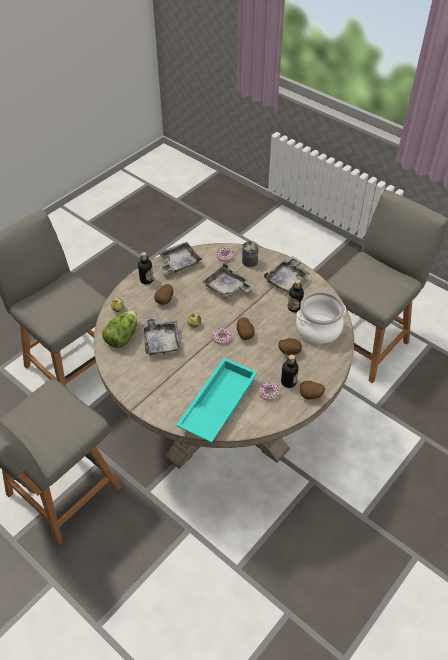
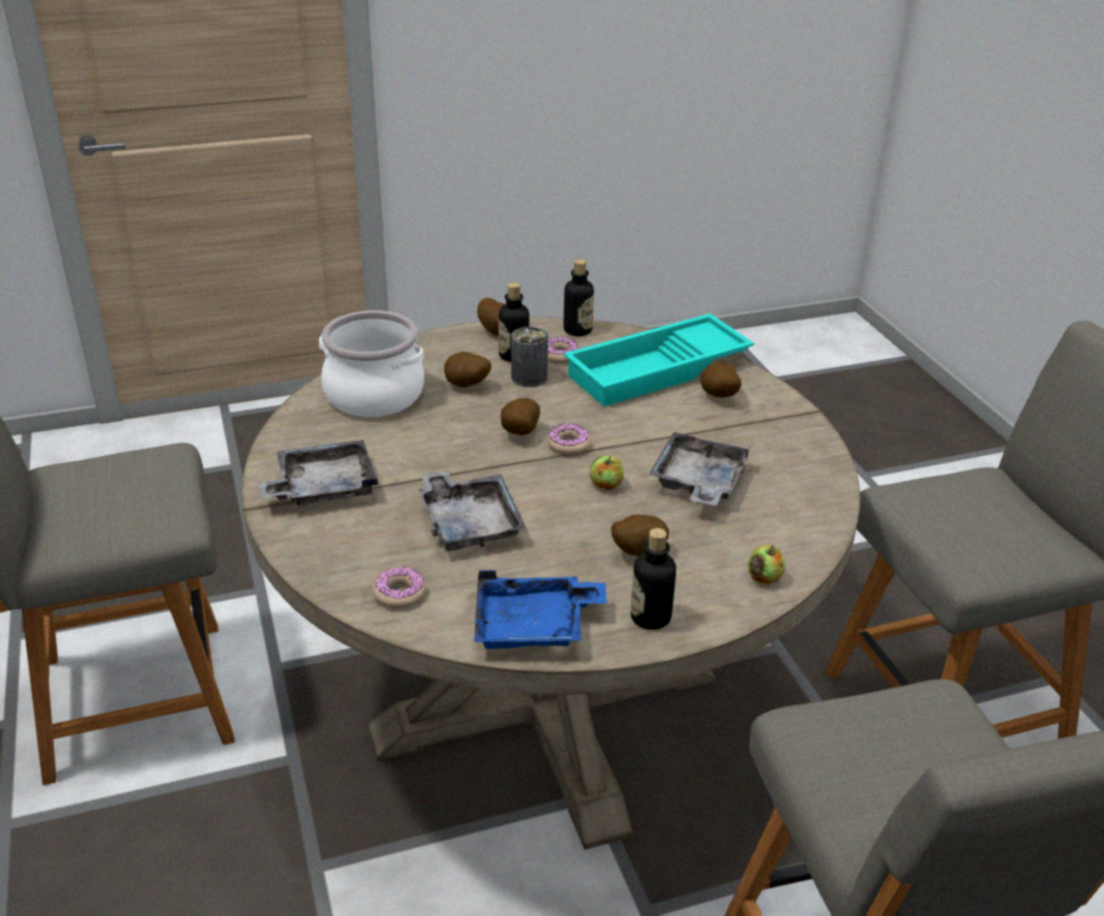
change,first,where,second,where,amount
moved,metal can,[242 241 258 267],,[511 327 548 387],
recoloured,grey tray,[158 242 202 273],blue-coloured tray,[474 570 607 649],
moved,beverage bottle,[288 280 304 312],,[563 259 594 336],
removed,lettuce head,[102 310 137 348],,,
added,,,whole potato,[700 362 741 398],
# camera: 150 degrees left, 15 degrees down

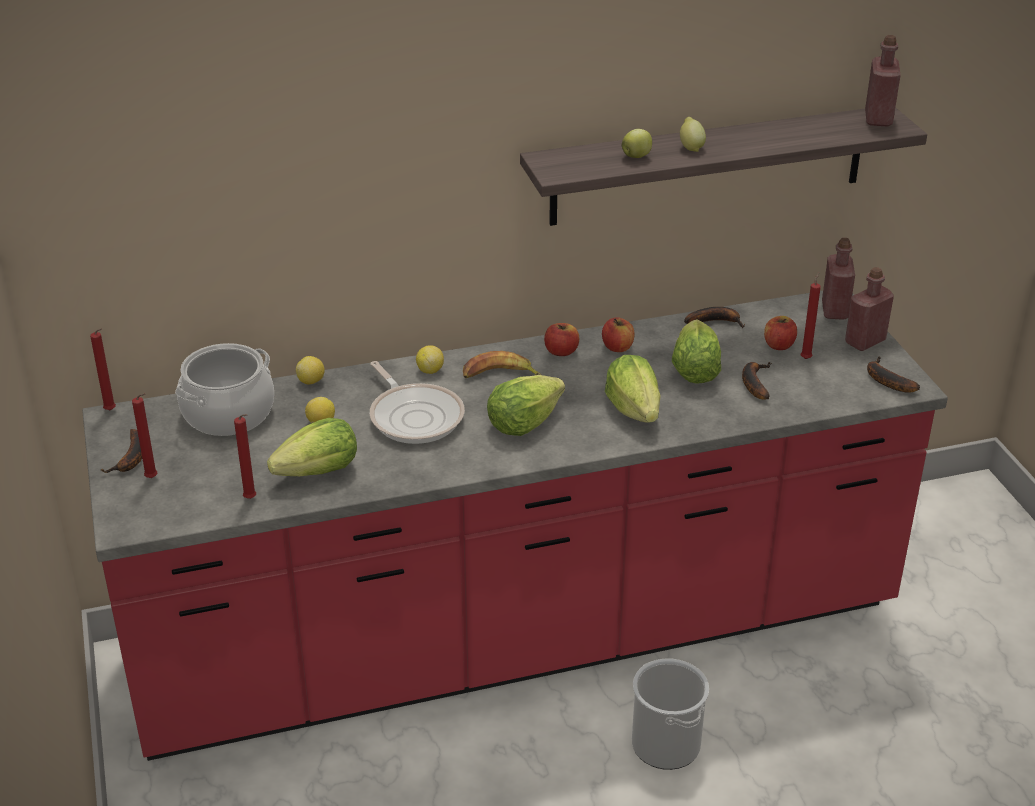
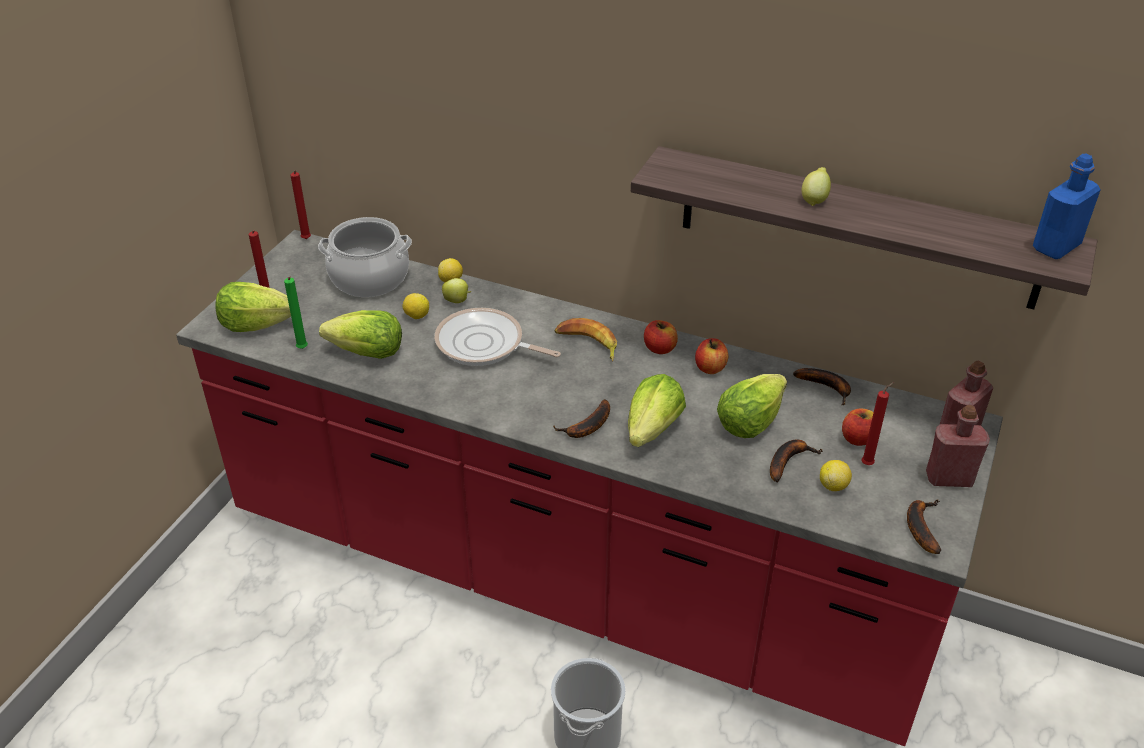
change,first,where,second,where,amount
recoloured,red-coloured beverage bottle,[865 35 901 126],blue-coloured beverage bottle,[1033 154 1100 259],
moved,whole apple,[622 129 652 158],,[442 278 471 303],
moved,lemon,[416 345 444 374],,[820 460 852 491],
turned,frying pan,[370 361 465 444],,[435 308 561 366],105 degrees clockwise
moved,lettuce head,[487 375 565 436],,[215 282 291 332],
recoloured,red-coloured wax candle,[234 414 256 499],greenish wax candle,[284 277 308 349],
moved,whole banana,[101 429 142 473],,[553 399 610 438],
# camera: 40 degrees right, 5 degrees up

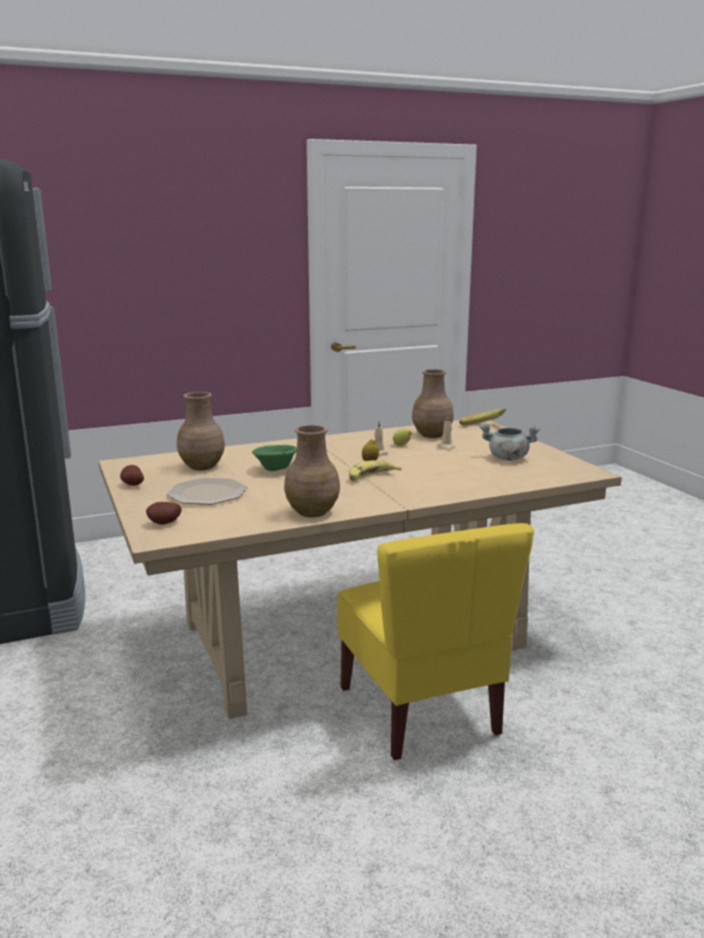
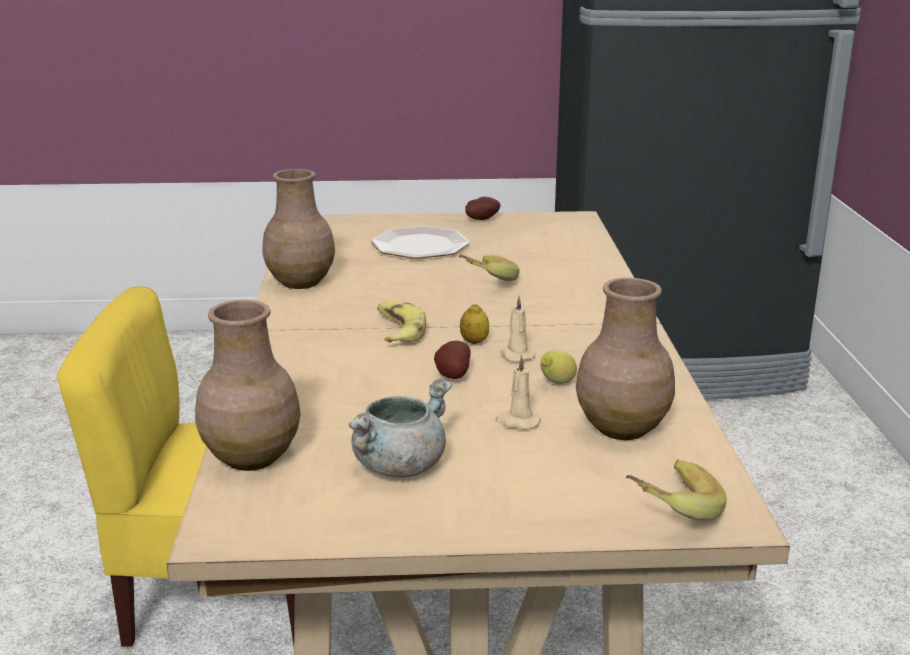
change,first,where,second,where,amount
moved,brown-coloured decorative vase,[177 392 225 470],,[195 300 300 471],
replaced,greenish serving bowl,[252 445 297 471],whole banana,[459 255 519 281],
moved,whole potato,[146 502 182 525],,[434 341 471 379],
# camera: 110 degrees right, 5 degrees up

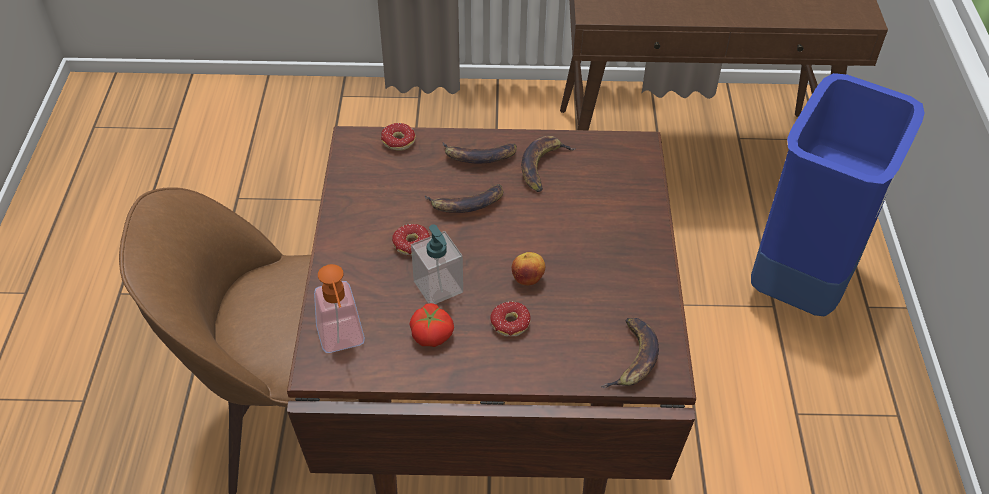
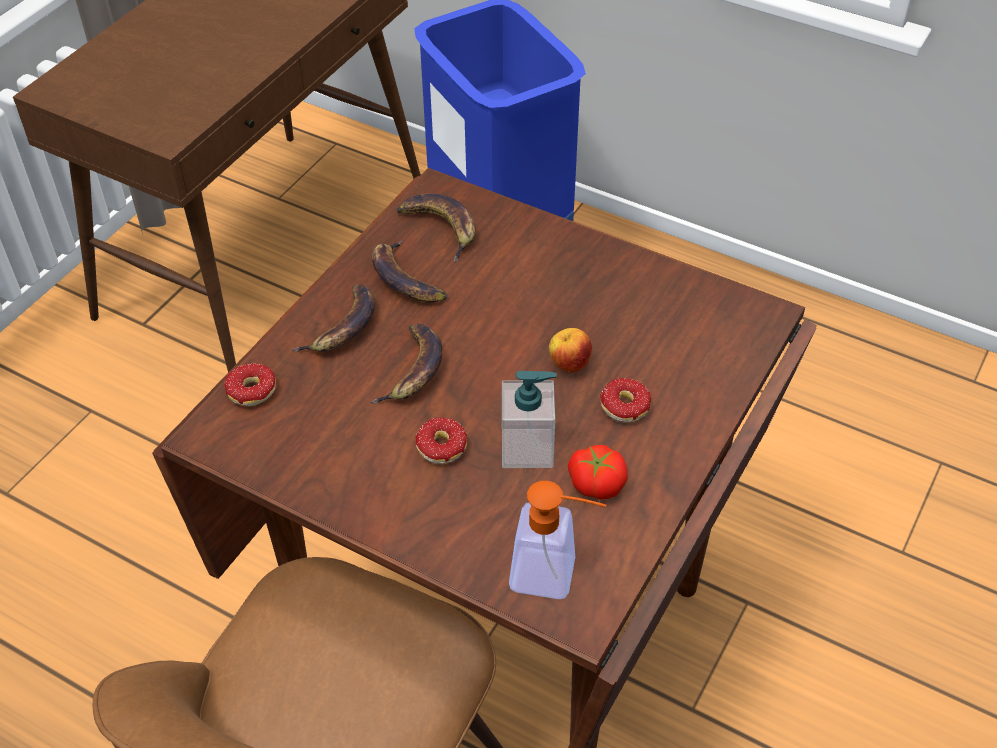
change,first,where,second,where,amount
moved,whole banana,[600 318 659 388],,[396 194 476 262],
# camera: 60 degrees left, 0 degrees up

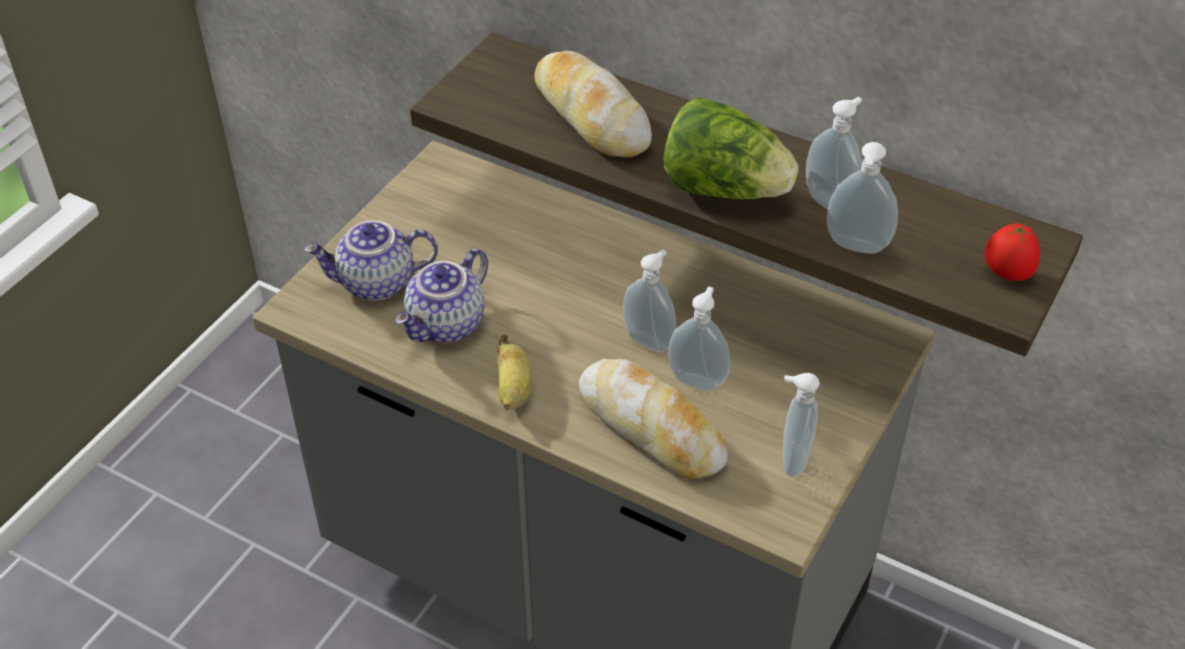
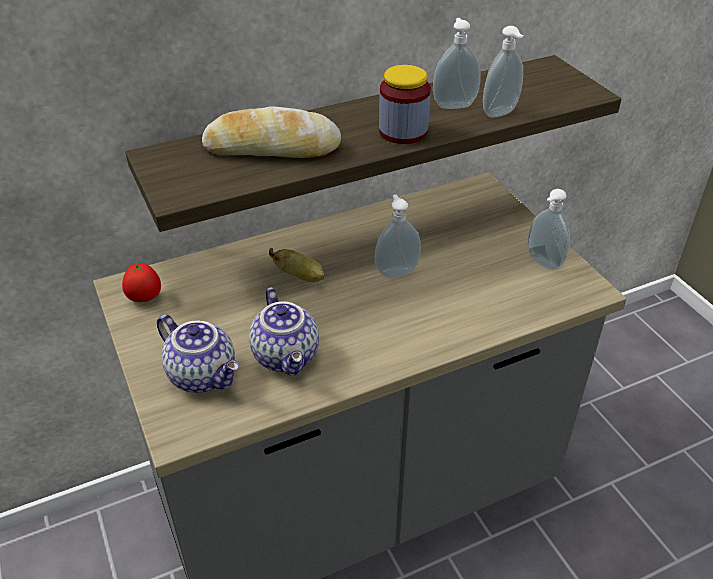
change,first,where,second,where,amount
replaced,lettuce head,[663 97 799 199],preserve jar,[379 65 431 144],
turned,pot for tea,[304 220 438 301],,[157 314 239 393],75 degrees counterclockwise
moved,tomato,[985 224 1040 281],,[122 262 161 302],
removed,soap dispenser,[668 287 730 390],,,
moved,whole banana,[497 335 531 410],,[269 248 325 282],
removed,baked bread,[579 359 728 479],,,
# camera: 55 degrees left, 5 degrees down

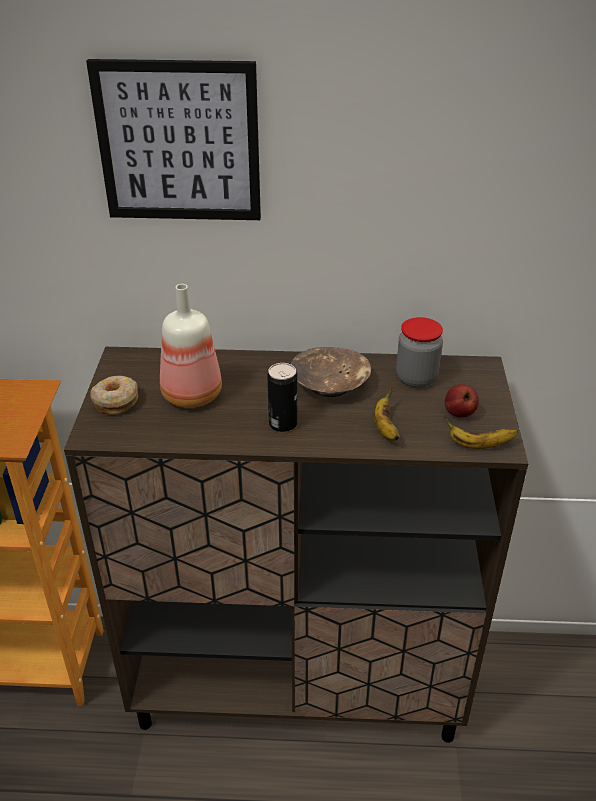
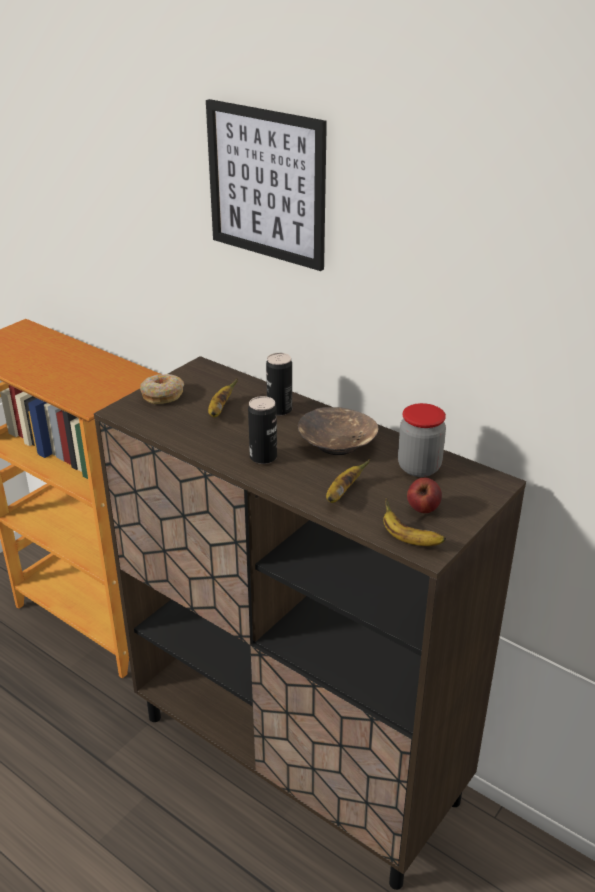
change,first,where,second,where,amount
replaced,beverage bottle,[160 284 222 408],whole banana,[208 378 238 418],
added,,,metal can,[266 353 292 416],
# camera: 35 degrees right, 5 degrees down

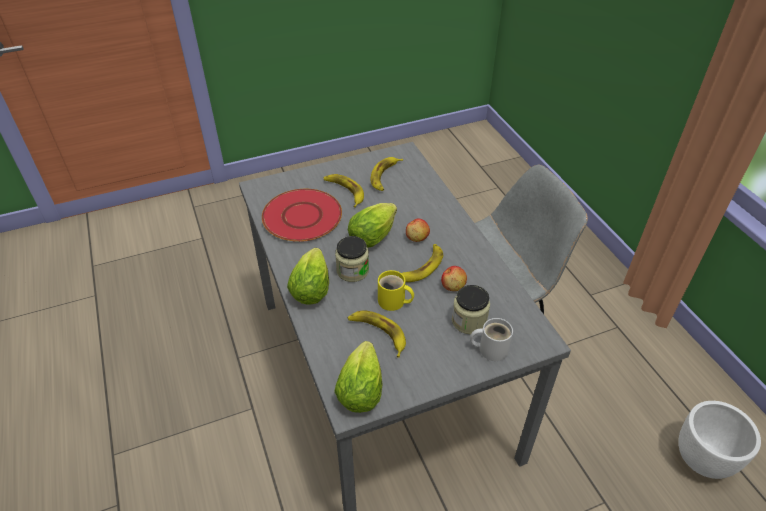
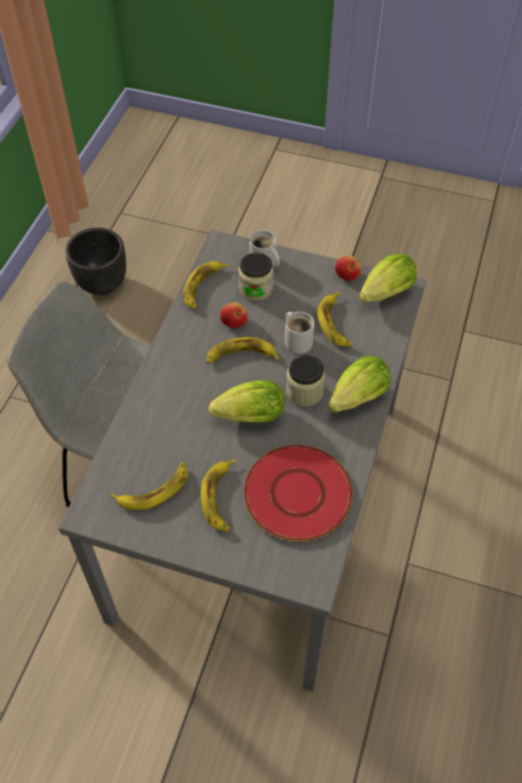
change,first,where,second,where,amount
moved,whole apple,[406 218 430 242],,[335 256 362 281],
recoloured,yellow coffee mug,[378 270 414 311],white-coloured coffee mug,[285 312 314 354],
recoloured,white-coloured plant pot,[678 401 761 479],black-coloured plant pot,[65 228 126 295],
added,,,whole banana,[183 261 229 309],
# camera: 140 degrees left, 10 degrees up

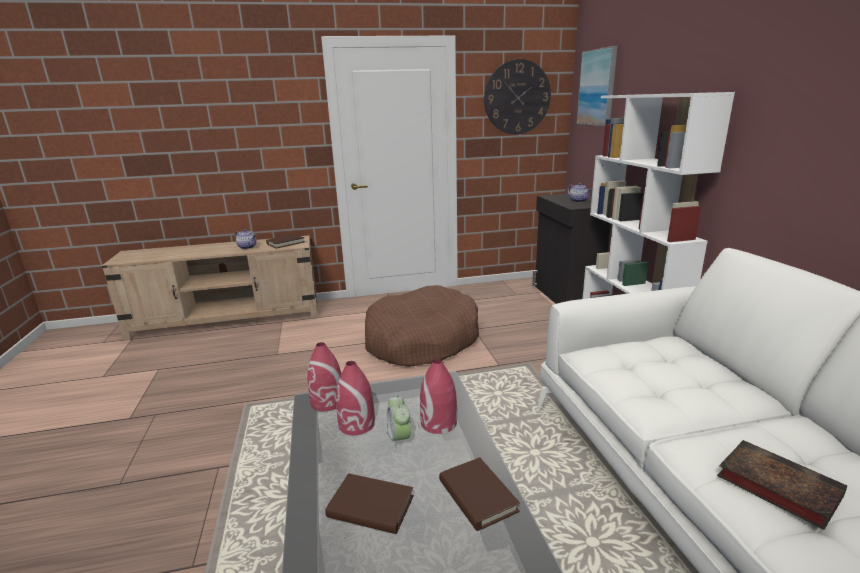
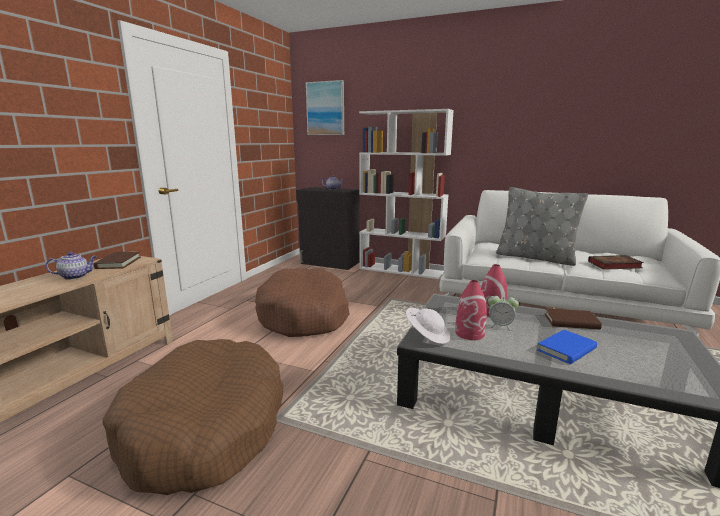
change,first,where,second,where,amount
removed,wall clock,[484 59 551 134],,,
replaced,red-coloured decorative vase,[307 342 341 411],white-coloured wearable hat,[406 307 450 344],
recoloured,brown-coloured book,[325 473 414 534],blue-coloured book,[537 330 597 364],
added,,,grey throw pillow,[496 187 588 266],
added,,,brown-coloured dog cushion,[102 339 283 495],
# camera: 55 degrees left, 5 degrees down

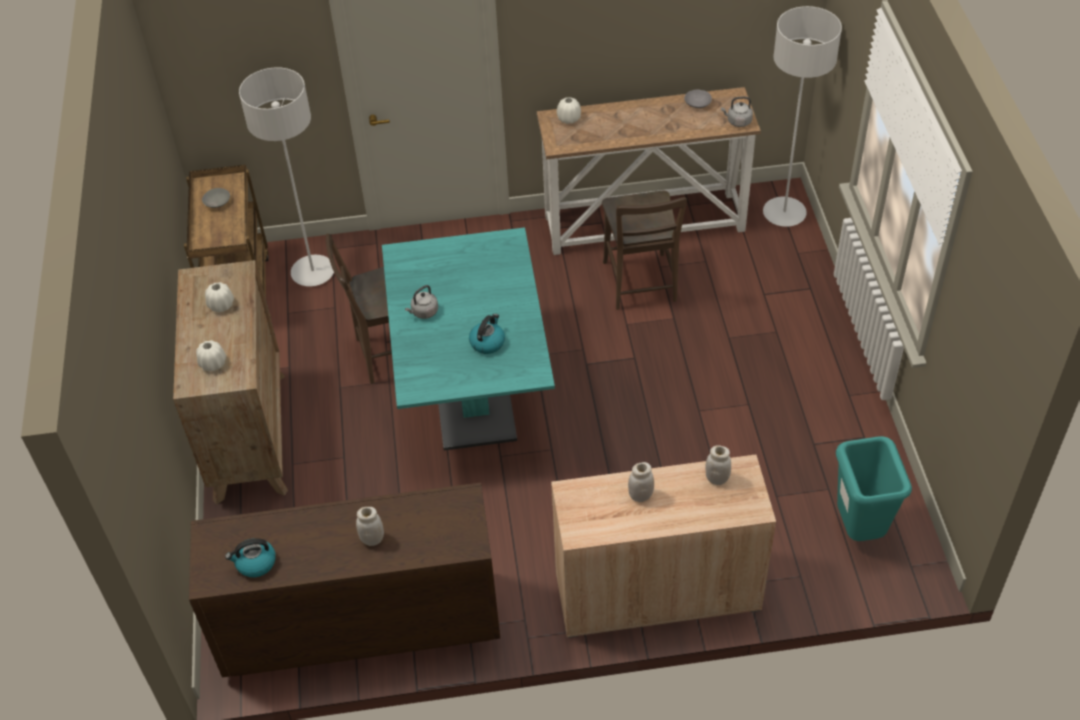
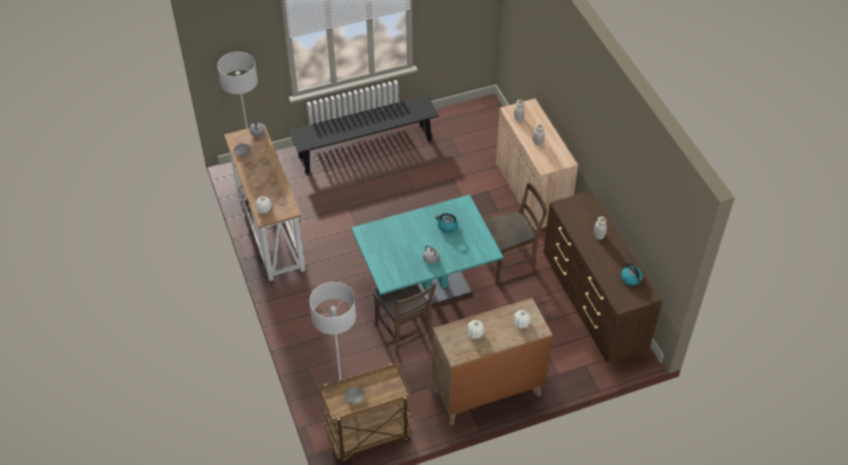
change,first,where,second,where,amount
moved,brown-coloured chair,[602 191 687 310],,[484 182 547 285],
removed,turquoise-coloured trash can,[836 436 912 541],,,
added,,,black-coloured bench,[289 95 439 174],
# camera: 105 degrees left, 0 degrees up

